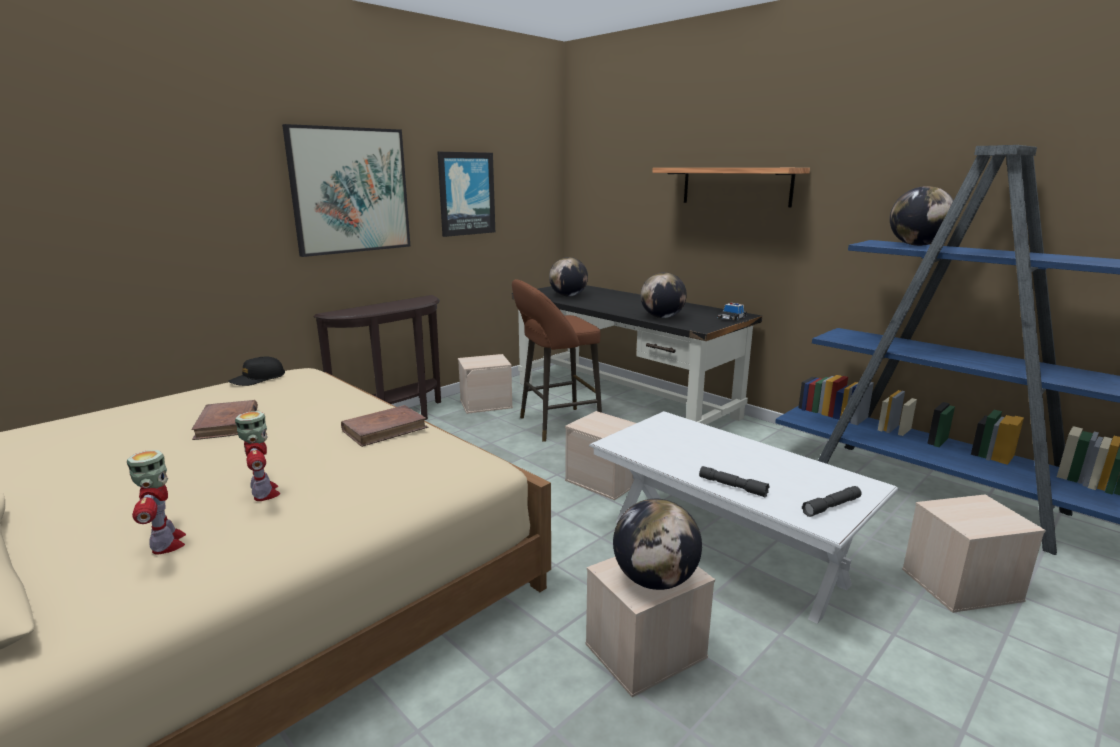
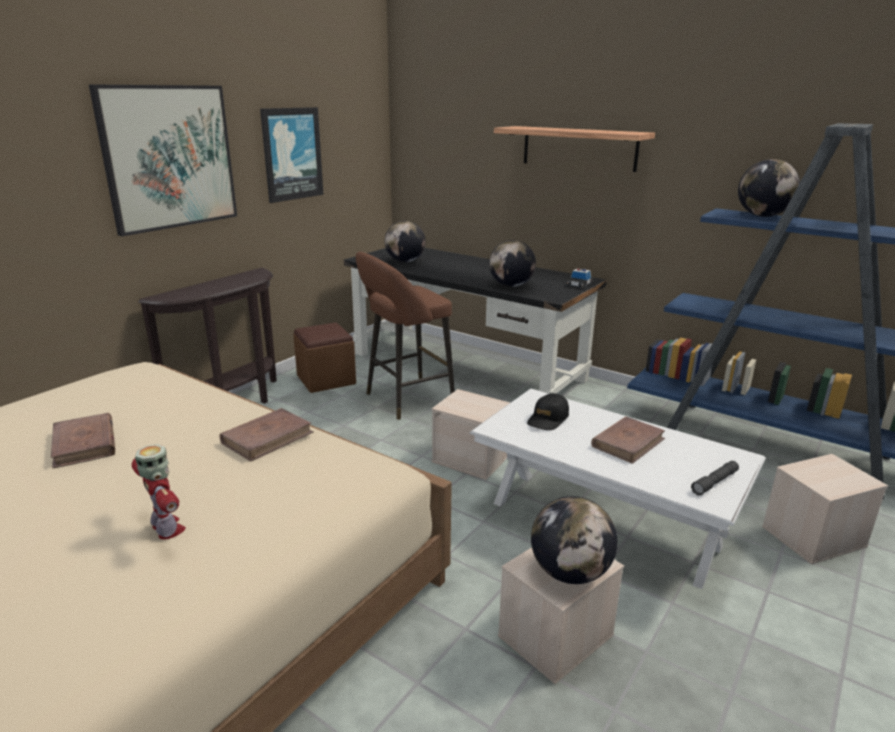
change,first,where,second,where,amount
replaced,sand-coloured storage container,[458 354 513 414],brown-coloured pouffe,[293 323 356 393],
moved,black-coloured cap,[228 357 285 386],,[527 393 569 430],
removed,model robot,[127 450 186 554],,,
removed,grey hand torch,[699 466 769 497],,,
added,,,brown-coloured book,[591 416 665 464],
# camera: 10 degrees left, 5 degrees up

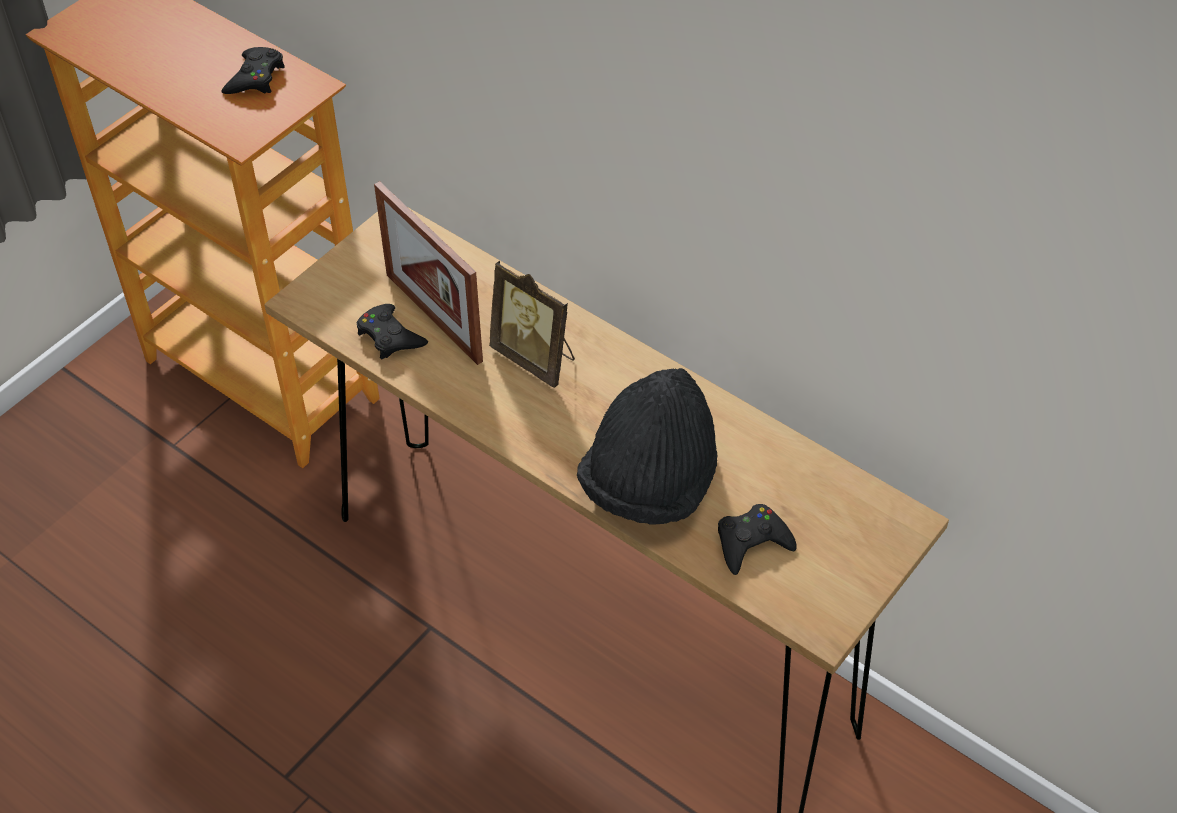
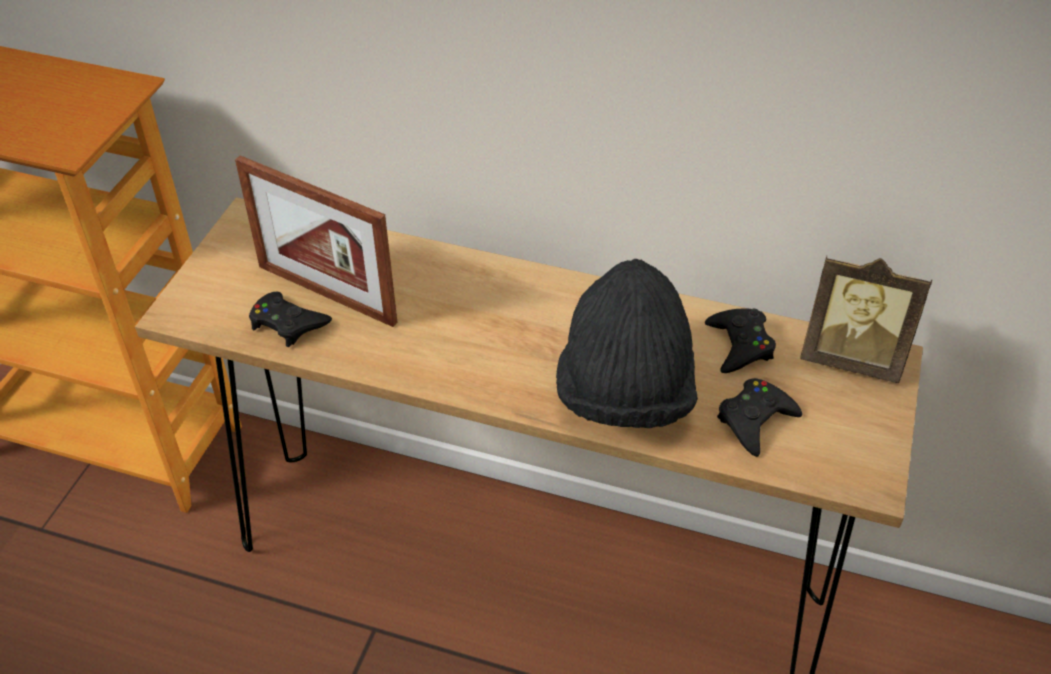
change,first,where,second,where,amount
moved,black-coloured game controller,[221 47 285 94],,[705 309 776 373],
moved,standing frame,[489 261 575 388],,[800 256 932 383],
# camera: 20 degrees left, 5 degrees down

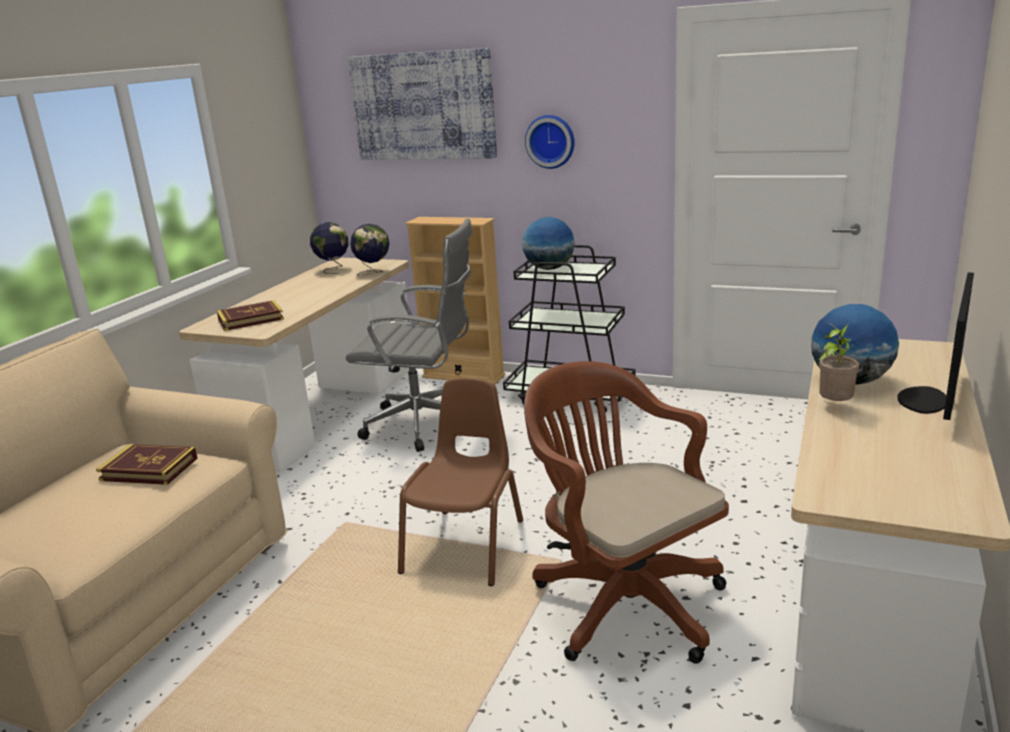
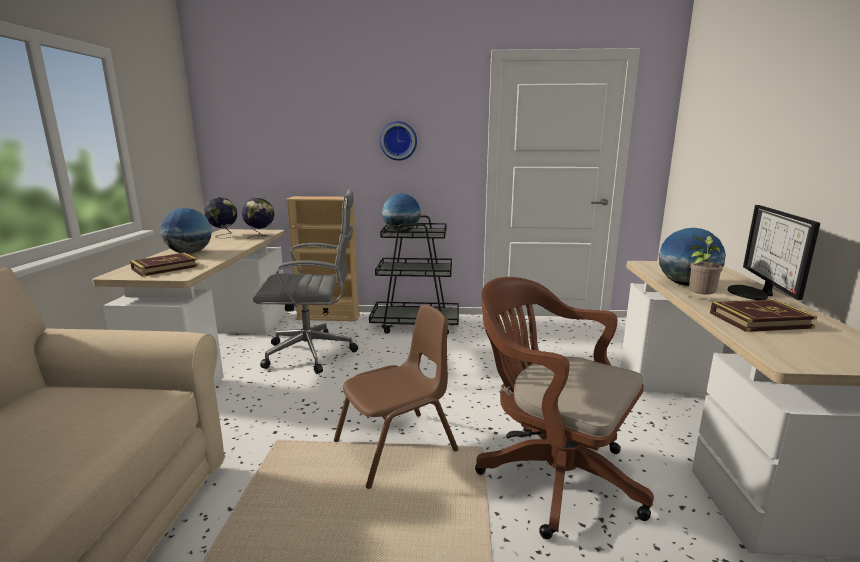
change,first,where,second,where,amount
removed,wall picture,[348 48 497 160],,,
turned,brown-coloured chair,[398 378 523 586],,[334 305 458 489],60 degrees clockwise
moved,book,[96 444 198 485],,[710 299 817 332],
added,,,desk globe,[160 208 211 254],
# camera: 20 degrees left, 5 degrees down

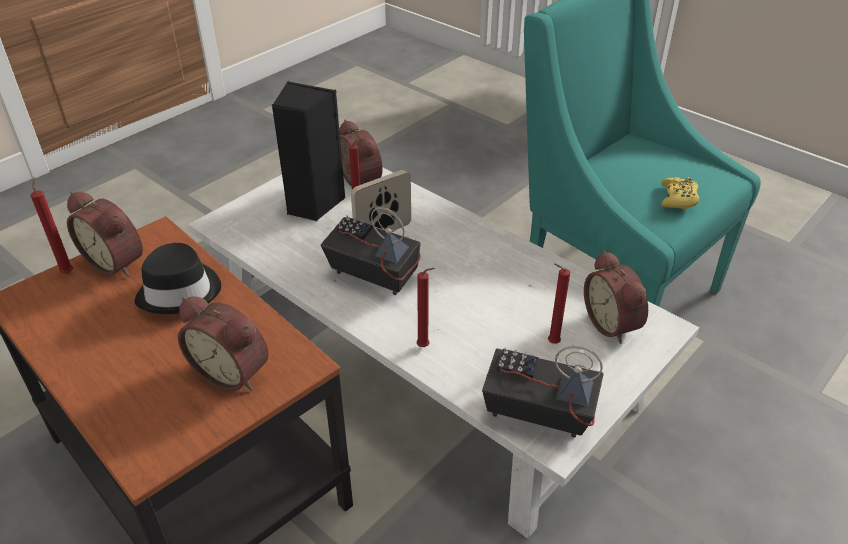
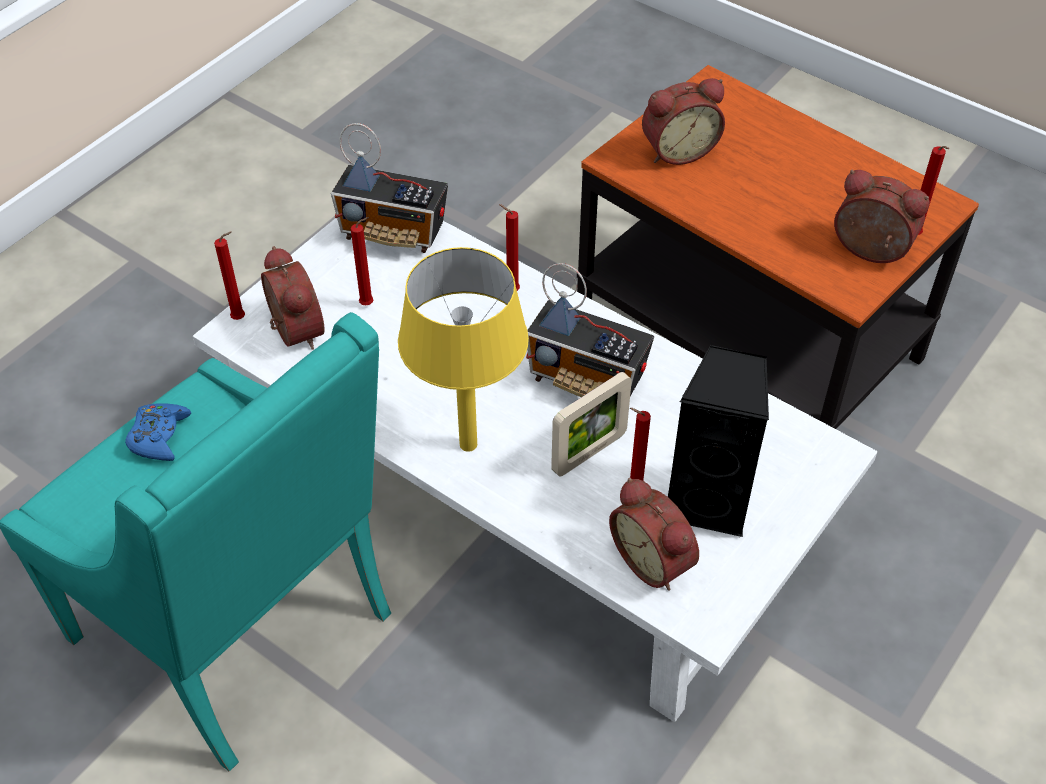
change,first,where,second,where,amount
recoloured,yellow game controller,[661 177 699 209],blue-coloured game controller,[125 403 191 461],
removed,black-coloured wearable hat,[135 243 221 314],,,
turned,table clock,[178 296 269 391],,[642 78 725 165],135 degrees clockwise
added,,,red-coloured wax candle,[214 232 245 320],
added,,,yellow tabletop lamp,[398 247 529 452],
# camera: 175 degrees right, 10 degrees up

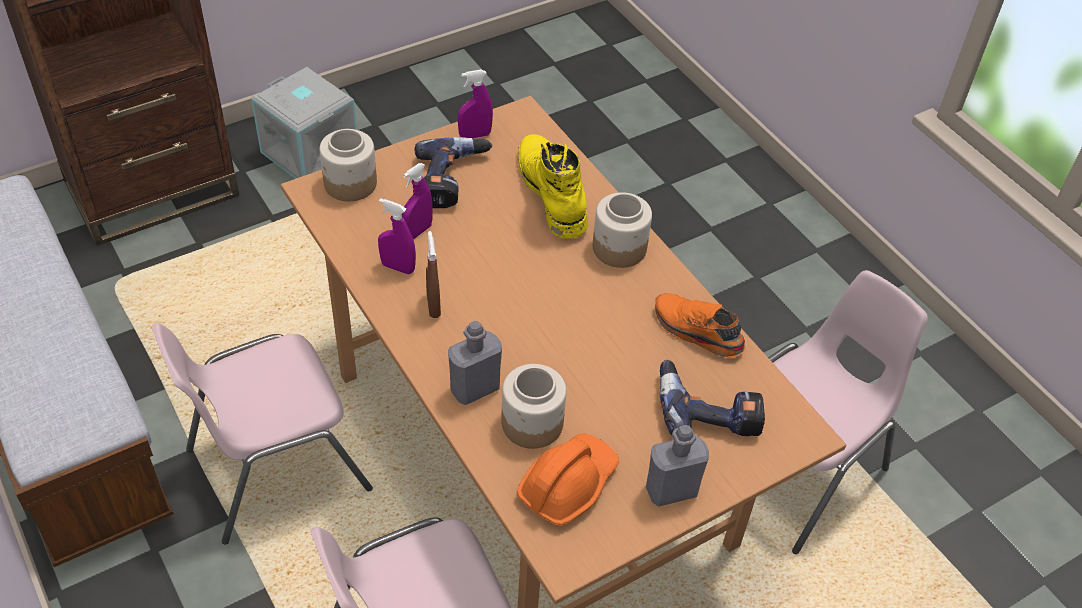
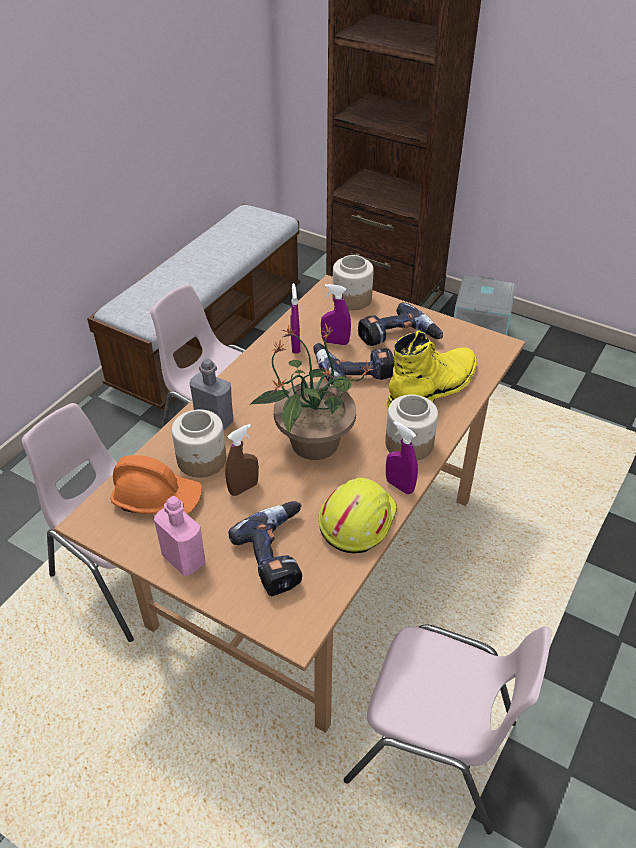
change,first,where,second,where,amount
moved,purple-coloured sprayer,[458 69 493 139],,[386 421 418 494],
moved,brown-coloured sprayer,[426 231 441 318],,[225 424 259 496],
replaced,orange-coloured item of footwear,[655 293 745 358],yellow safety helmet,[318 478 397 553],
recoloured,grey beverage bottle,[646 425 709 507],pink beverage bottle,[154 496 205 576],
added,,,potted plant,[250 324 374 460],
added,,,electric drill,[313 343 394 385],
# camera: 65 degrees right, 5 degrees down

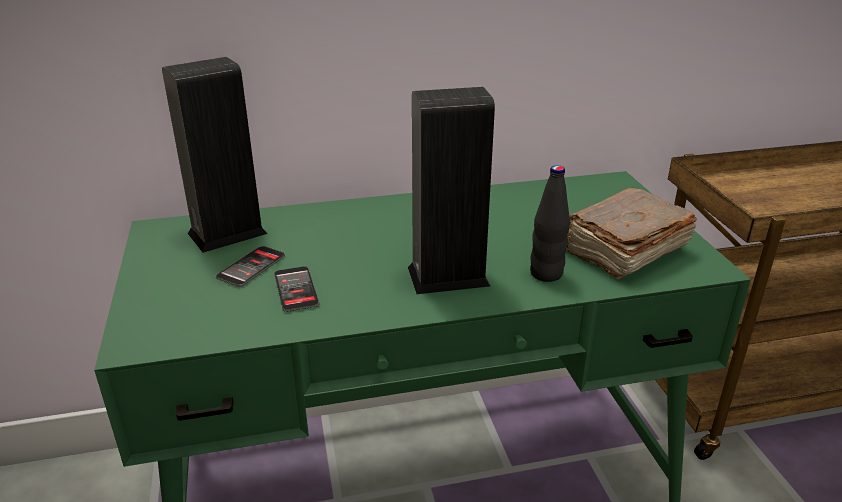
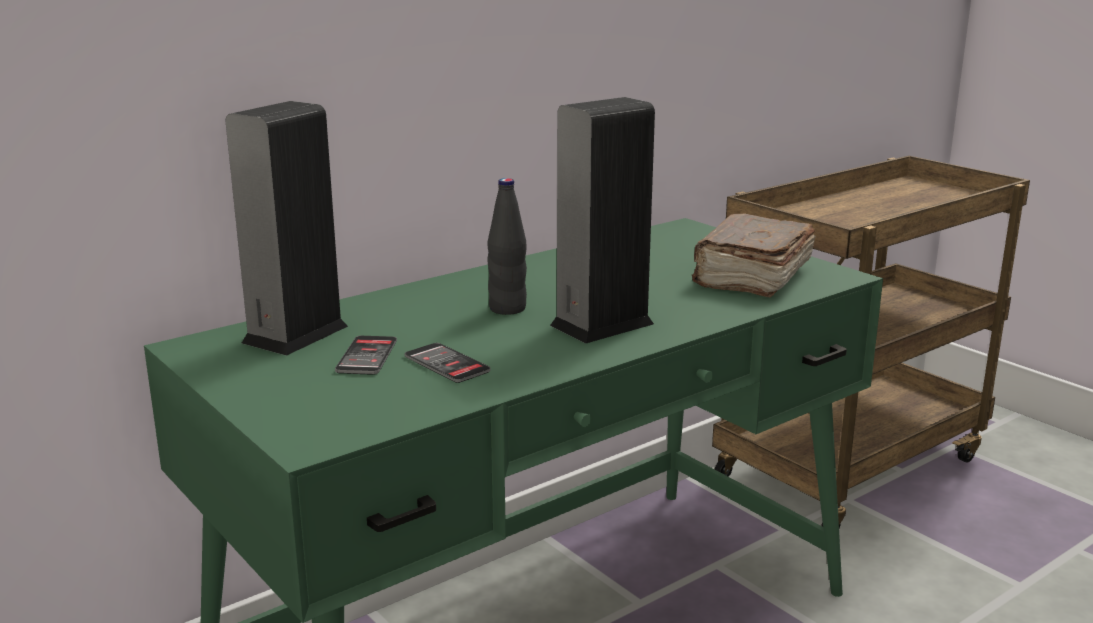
change,first,where,second,where,amount
moved,black-coloured beverage bottle,[530 165 570 282],,[487 178 527 315],
# camera: 25 degrees left, 10 degrees down

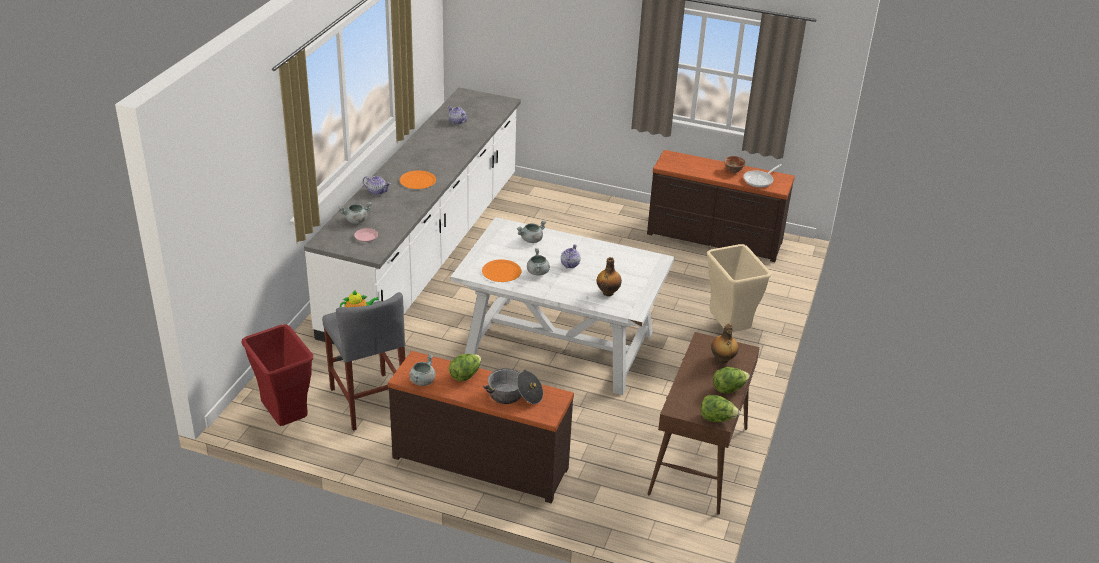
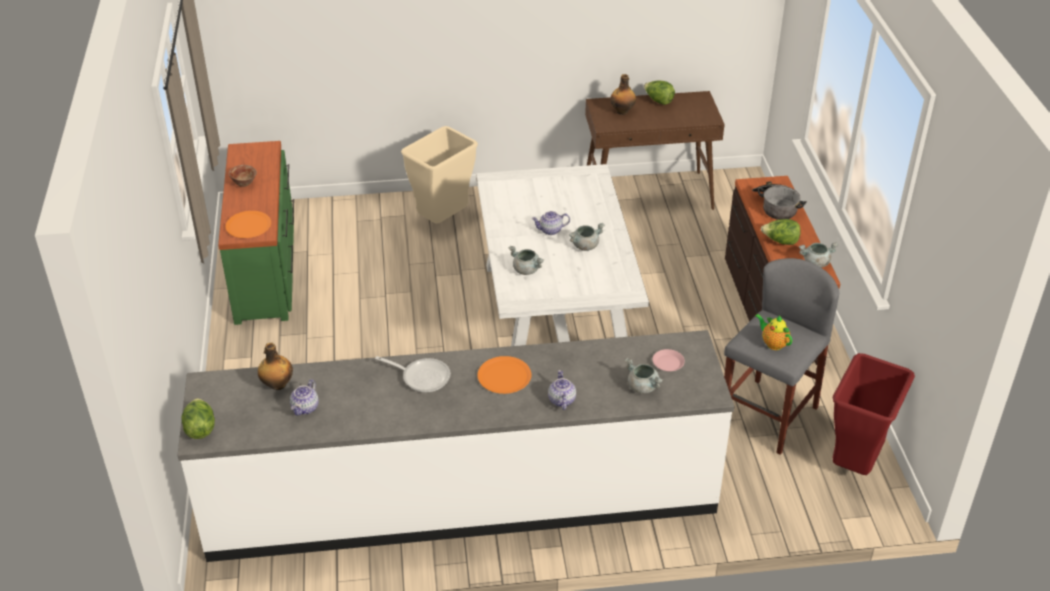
change,first,where,second,where,amount
recoloured,brown-coloured drawer chest,[647 150 795 262],greenish drawer chest,[218 141 294 325],
moved,frying pan,[743 164 782 187],,[375 356 451 393],
moved,beverage bottle,[597 257 622 296],,[258 343 293 390],
moved,orange-coloured dinner plate,[482 259 521 282],,[225 211 271 238],
moved,lettuce head,[701 395 740 422],,[181 398 215 439],
# camera: 115 degrees left, 5 degrees up

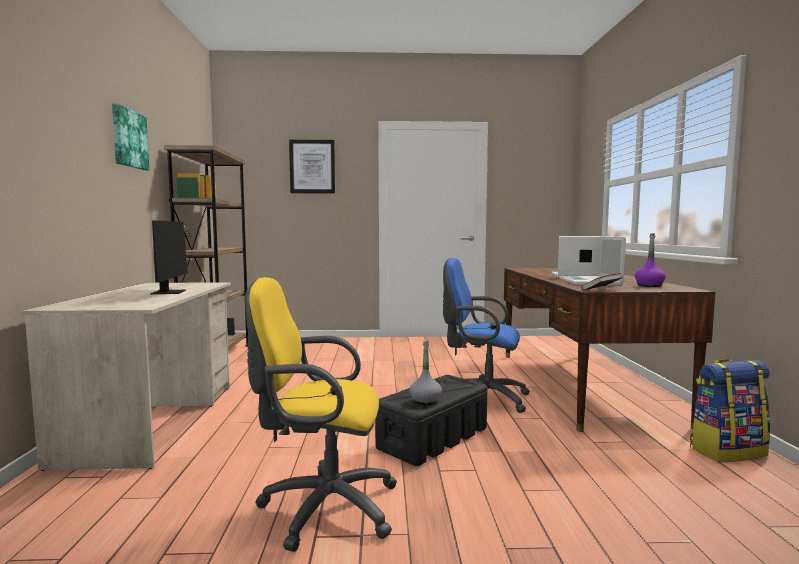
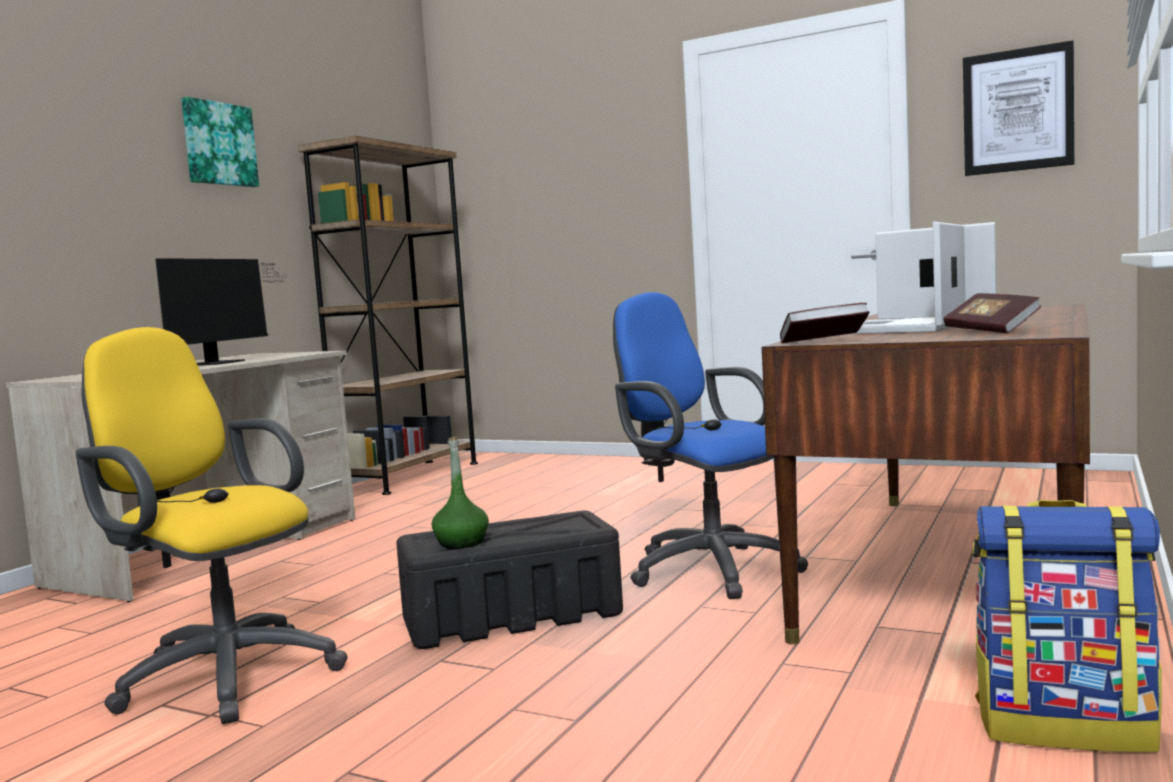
change,first,where,second,where,amount
moved,wall picture,[289 140 335 193],,[963 40 1074 176],
replaced,purple-coloured beverage bottle,[635 233 666 287],book,[944 293 1041 333],
recoloured,grey beverage bottle,[410 341 442 405],greenish beverage bottle,[432 436 489 549],
# camera: 30 degrees right, 0 degrees up

